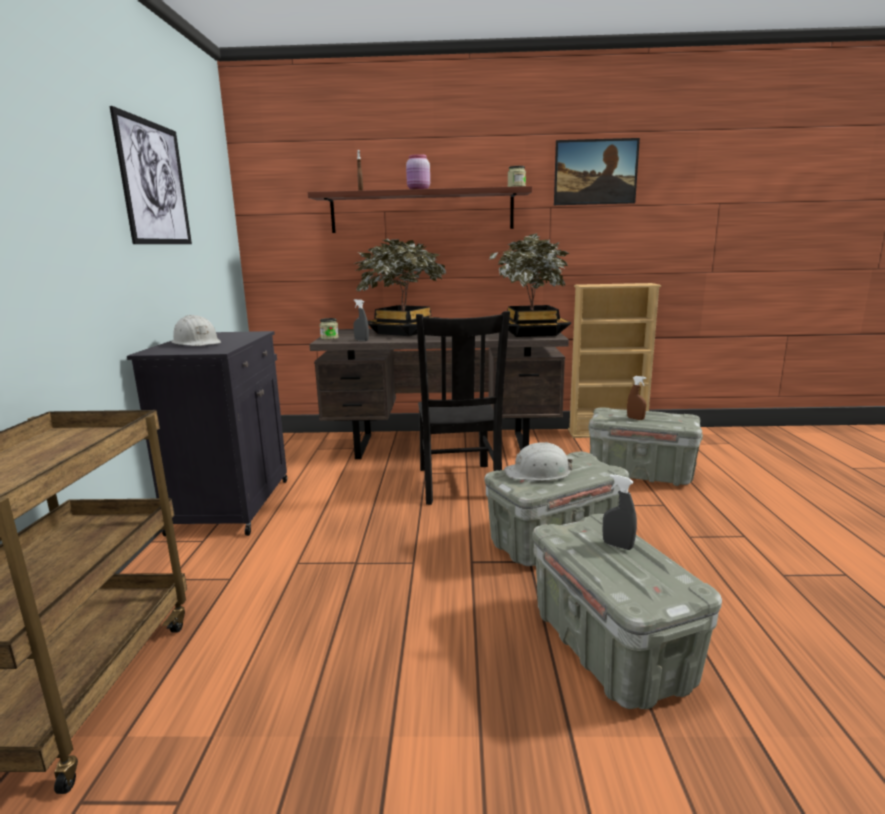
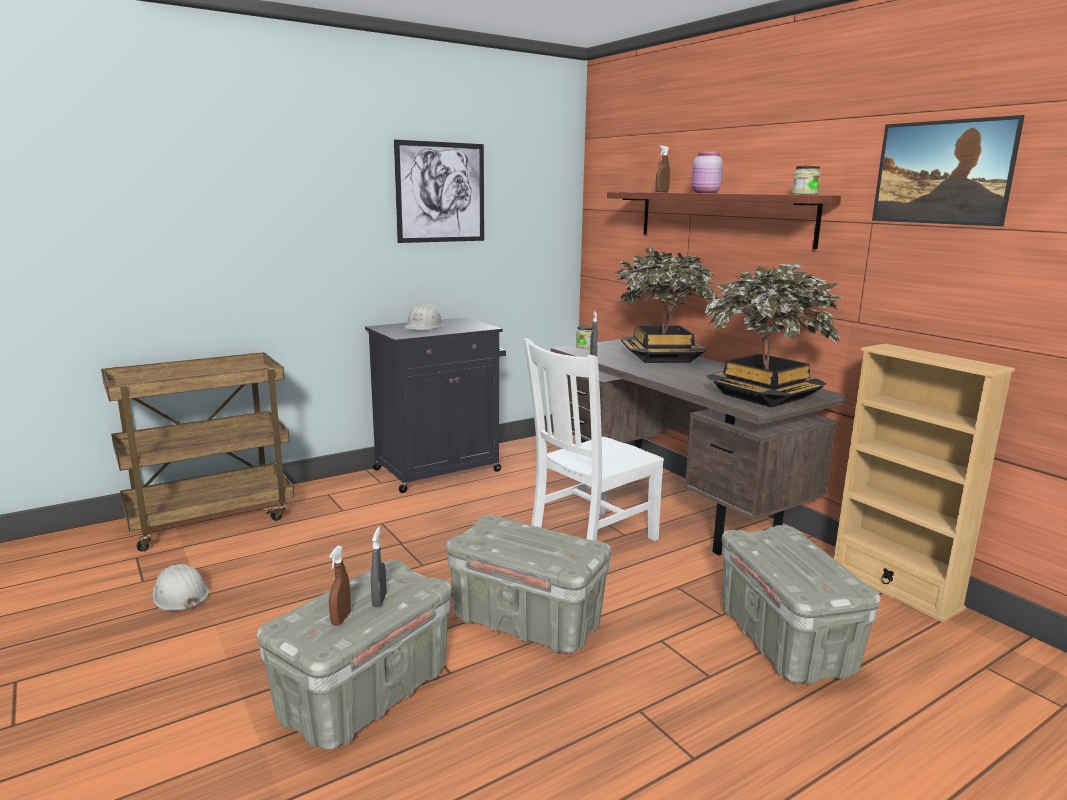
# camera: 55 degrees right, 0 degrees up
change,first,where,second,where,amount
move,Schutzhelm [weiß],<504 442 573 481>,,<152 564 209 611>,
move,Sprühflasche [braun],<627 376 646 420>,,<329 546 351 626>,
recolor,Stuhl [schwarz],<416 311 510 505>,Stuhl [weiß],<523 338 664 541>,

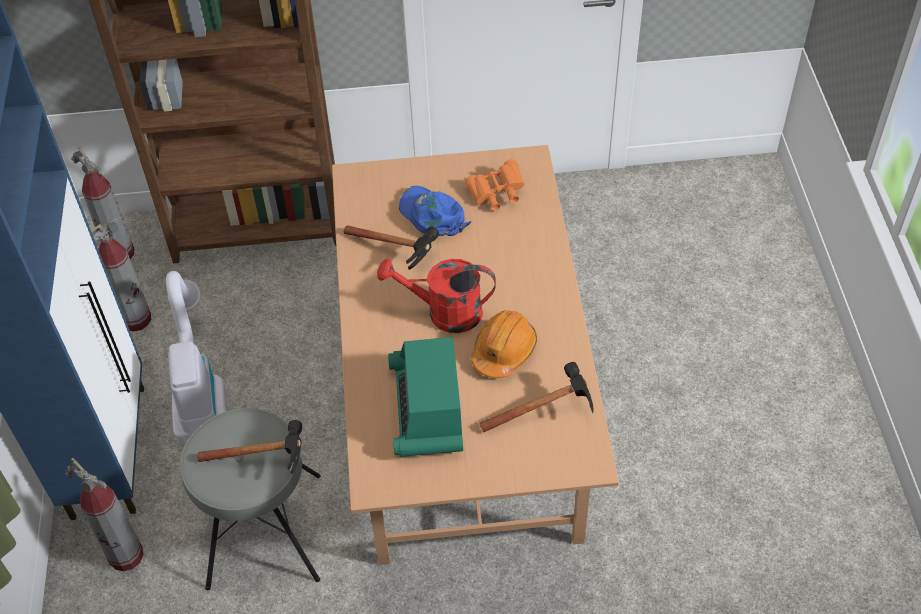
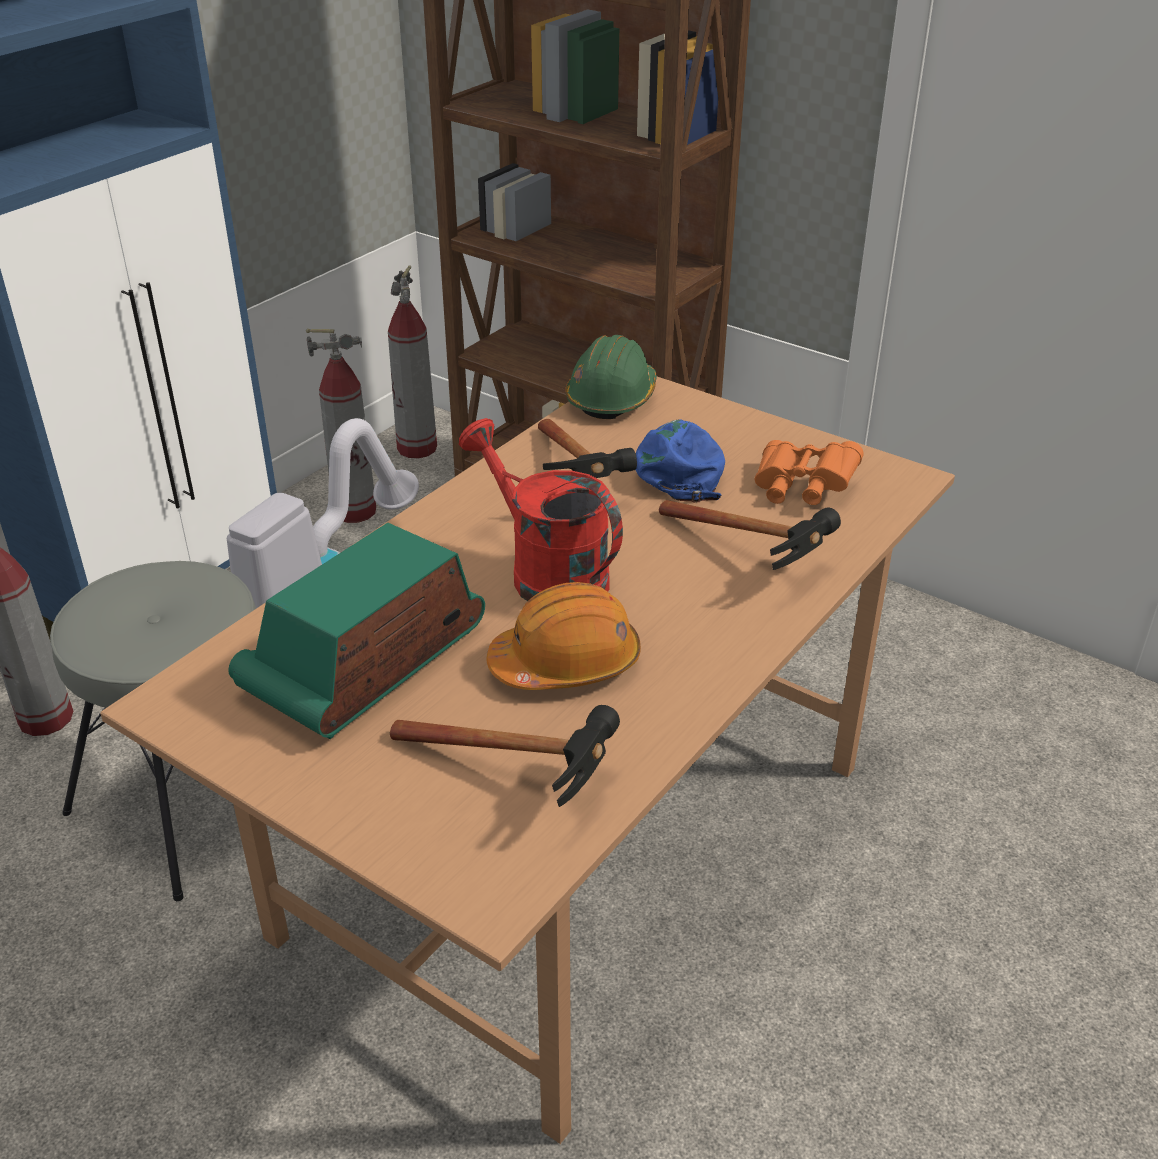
# camera: 40 degrees right, 15 degrees down
change,first,where,second,where,amount
insert,,,Schutzhelm [grün],<565 335 657 419>,
move,Hammer,<197 420 302 474>,,<659 500 841 570>,

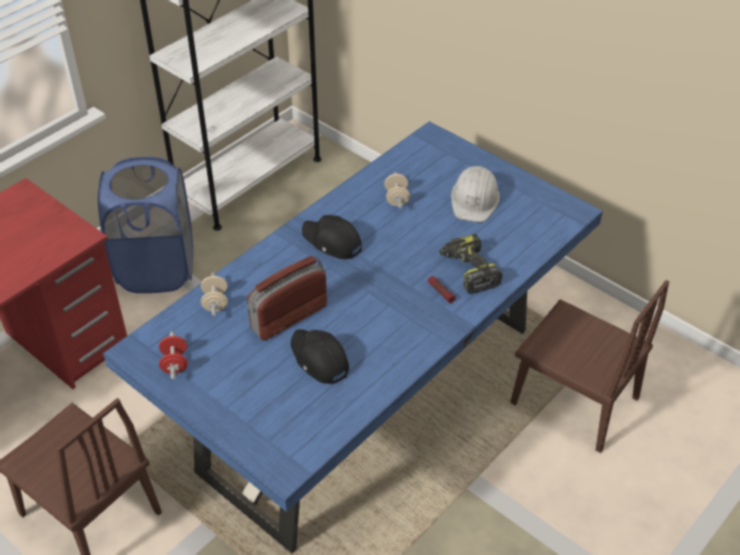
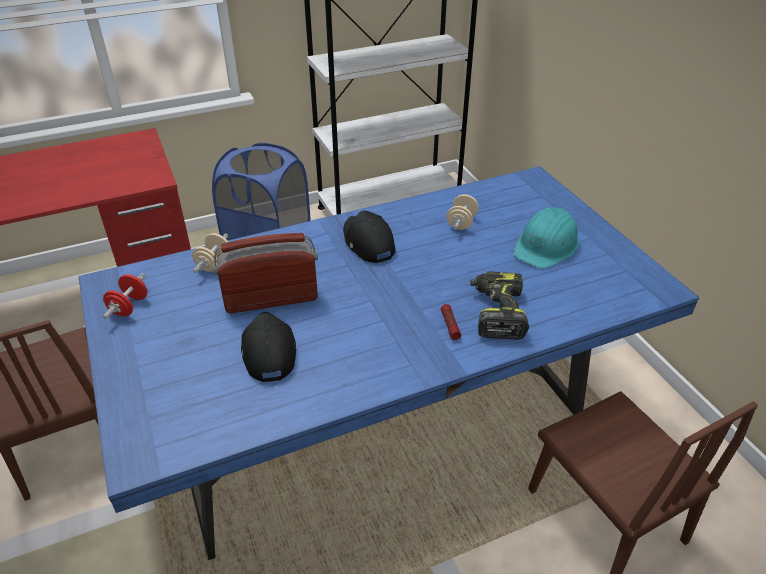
# camera: 25 degrees right, 5 degrees down
change,first,where,second,where,amount
recolor,Schutzhelm [weiß],<451 166 500 222>,Schutzhelm [türkis],<514 207 579 268>,

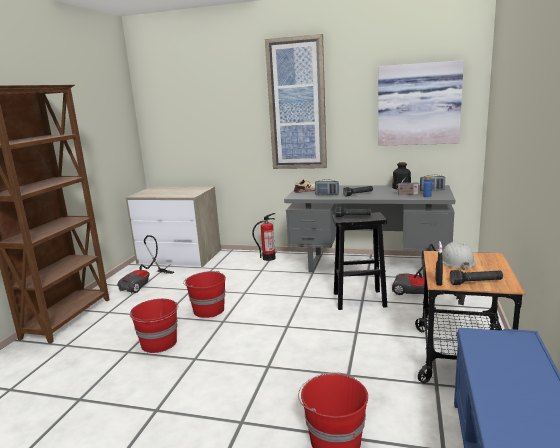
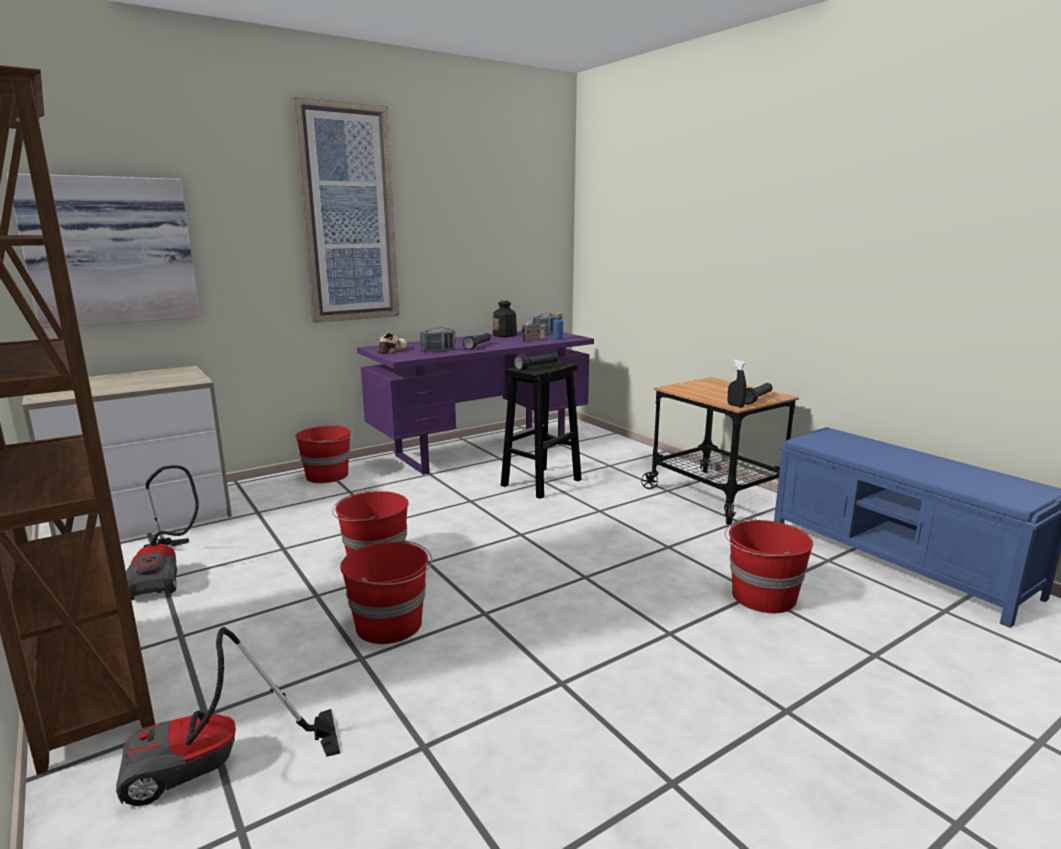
# camera: 50 degrees left, 0 degrees up
change,first,where,second,where,amount
delete,Schutzhelm [weiß],<442 242 476 270>,,,
move,Bild,<378 60 464 146>,,<7 173 200 328>,
move,Staubsauger,<392 244 466 305>,,<116 627 340 806>,
replace,Feuerlöscher,<252 213 276 261>,Eimer [rot],<295 424 354 483>,
recolor,Schreibtisch [grau],<284 185 455 277>,Schreibtisch [lila],<357 331 594 475>,

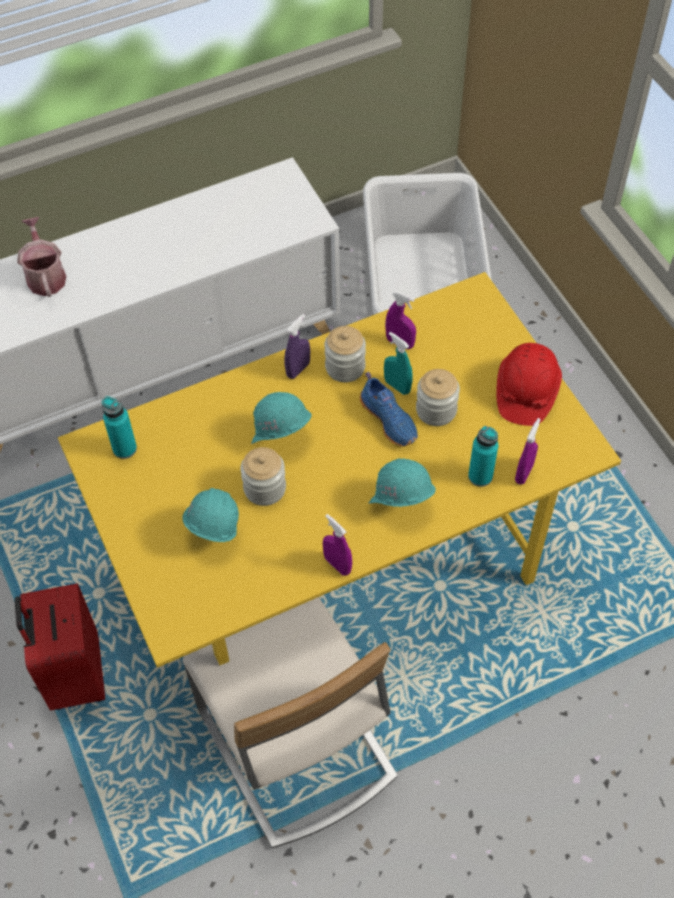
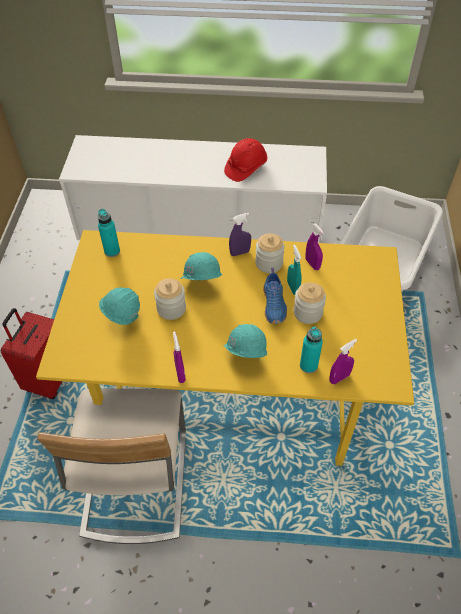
# camera: 30 degrees right, 5 degrees down
change,first,where,second,where,amount
delete,Gießkanne,<17 217 66 297>,,,
move,Schutzhelm [rot],<496 343 562 426>,,<224 138 267 182>,

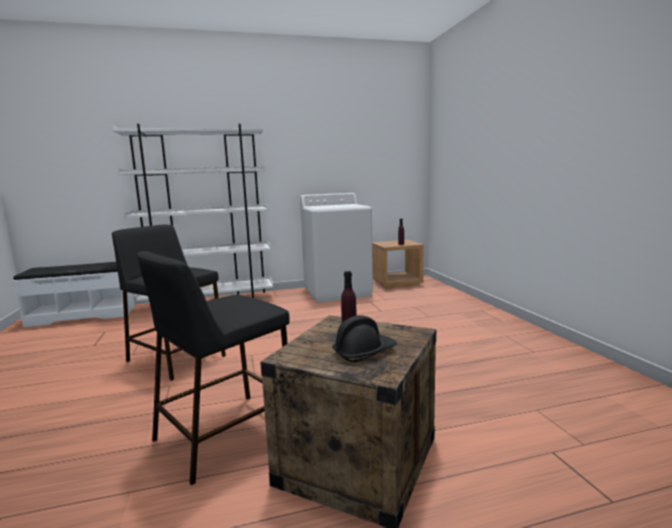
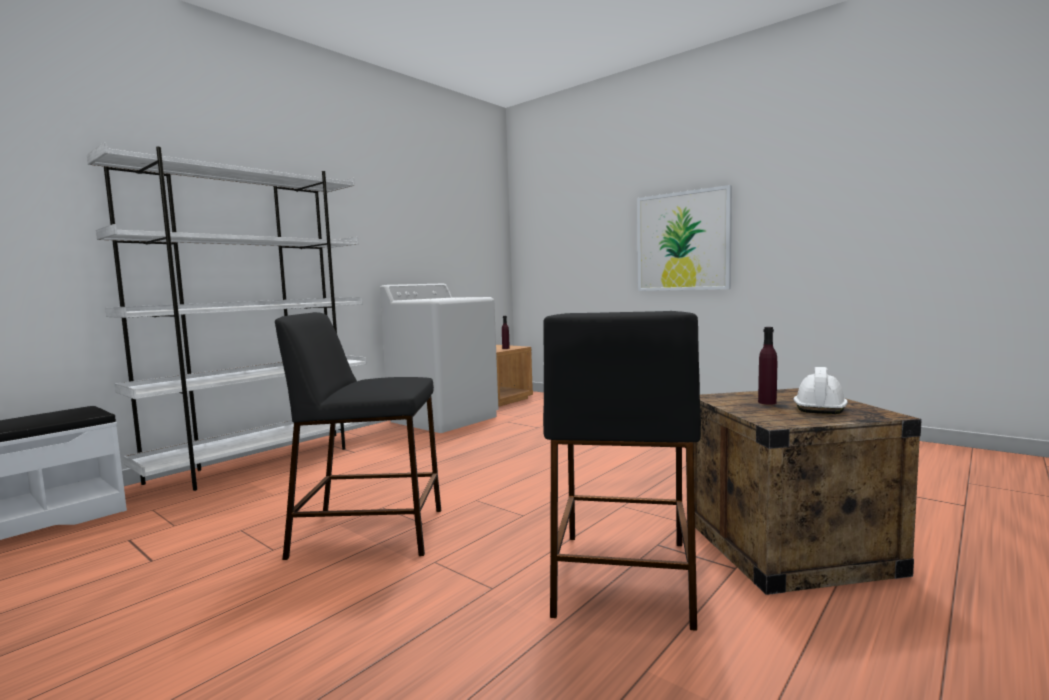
# camera: 35 degrees left, 5 degrees down
change,first,where,second,where,amount
insert,,,Bild,<637 185 732 291>,
recolor,Schutzhelm [schwarz],<332 315 397 363>,Schutzhelm [weiß],<794 367 848 414>,

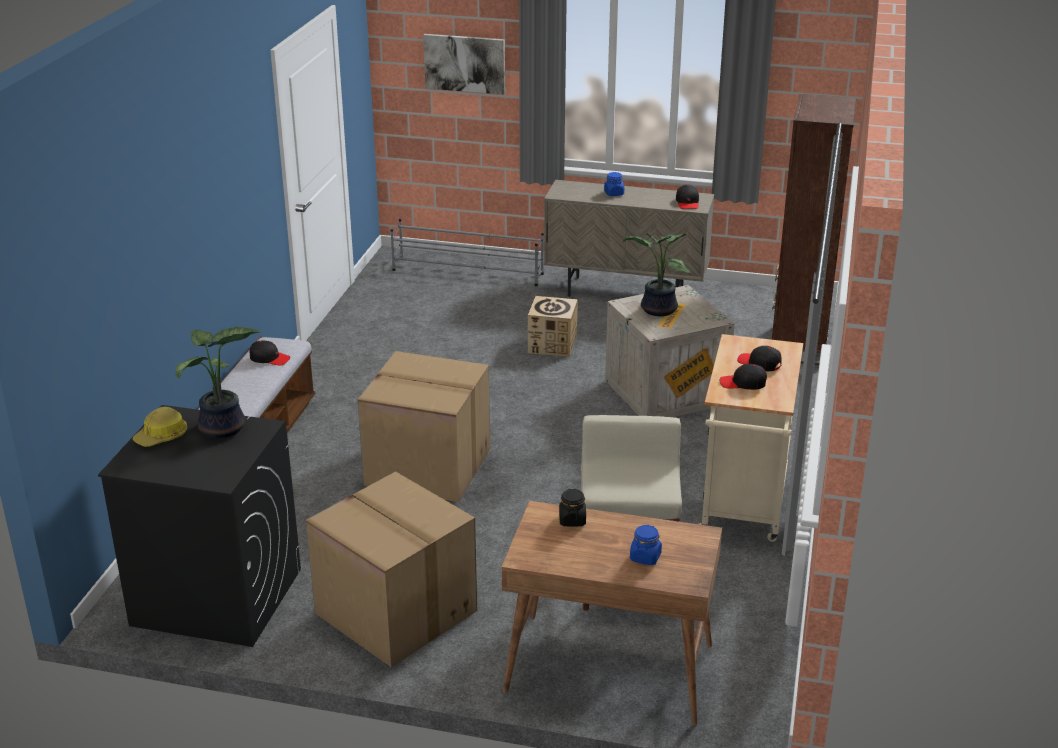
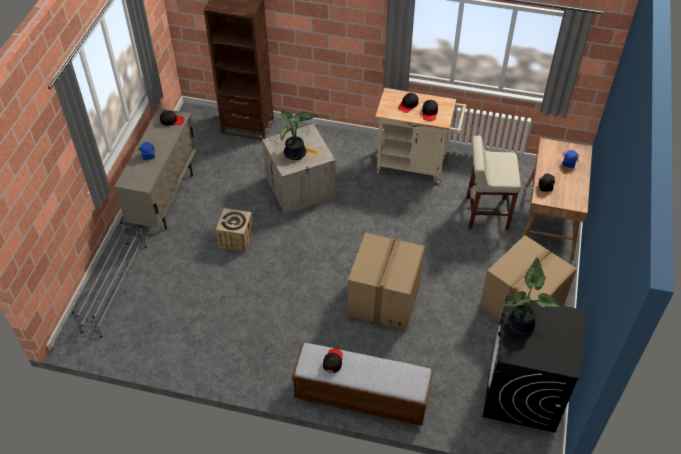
# camera: 90 degrees left, 20 degrees up
change,first,where,second,where,amount
delete,Schutzhelm,<133 407 187 447>,,,
delete,Bild,<423 34 505 95>,,,

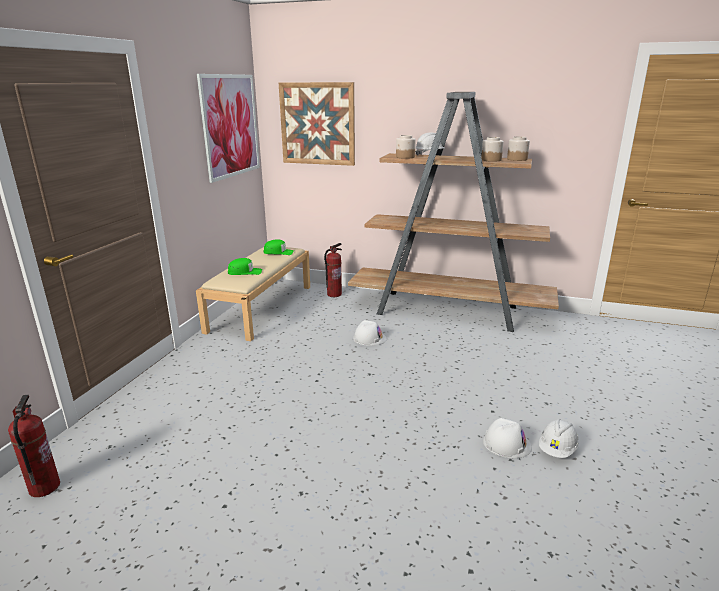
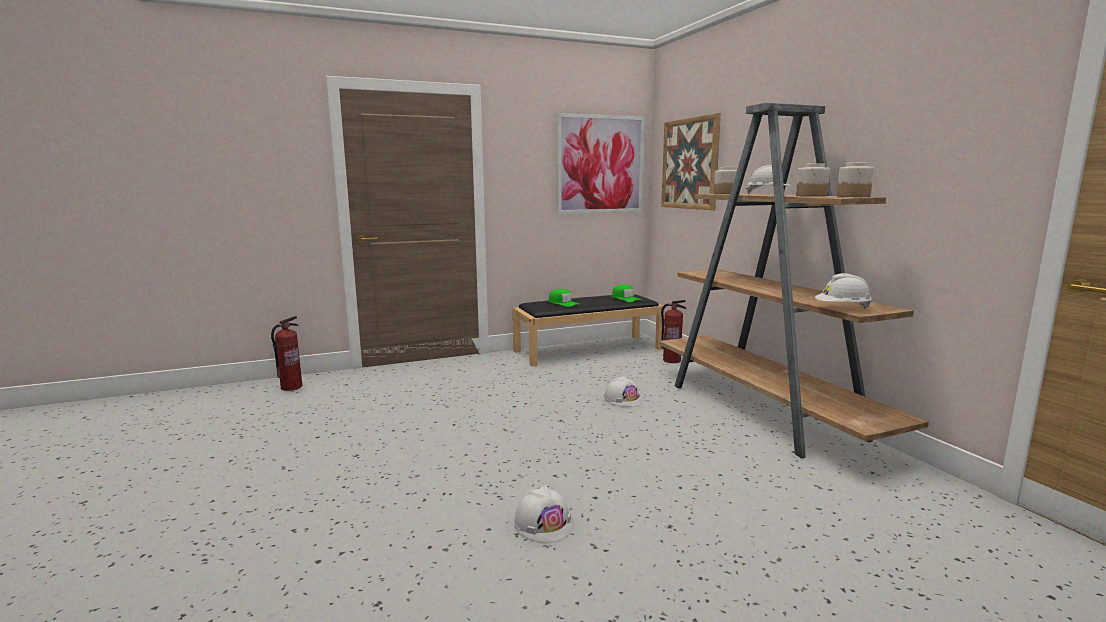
# camera: 50 degrees right, 10 degrees down
change,first,where,second,where,amount
move,Schutzhelm [weiß],<539 419 579 458>,,<815 273 872 308>,
recolor,Bank [beige],<196 247 310 341>,Bank [schwarz],<513 294 665 367>,

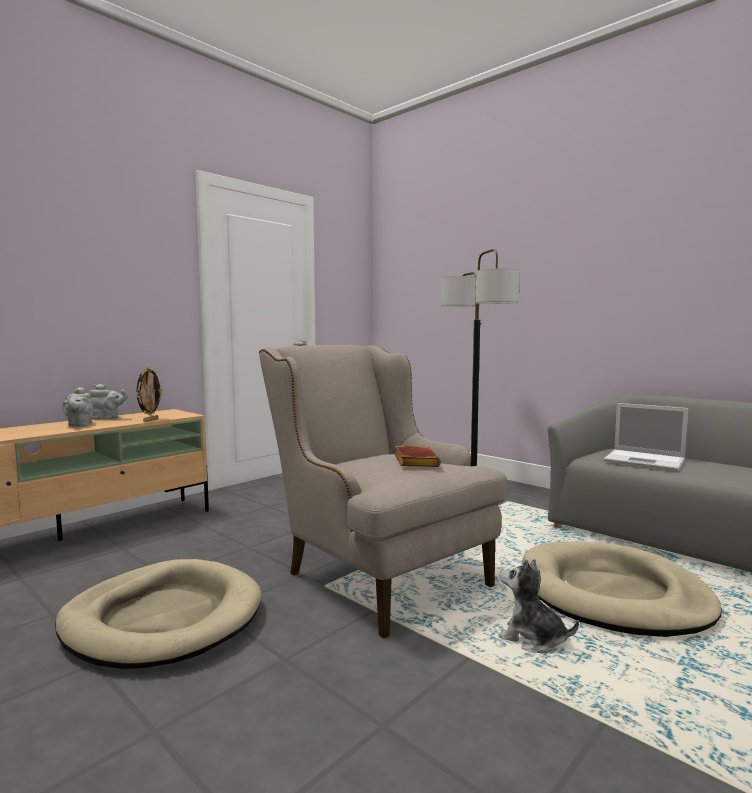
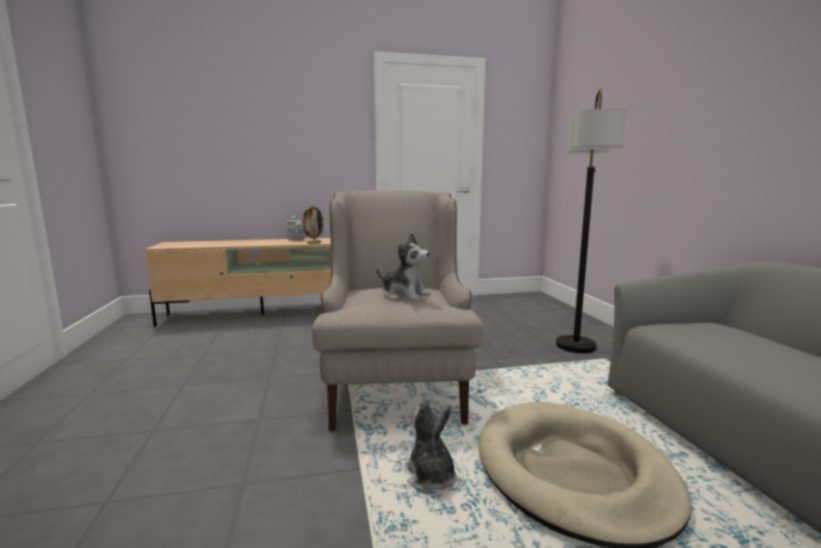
# camera: 35 degrees right, 5 degrees up
change,first,where,second,where,amount
delete,Hundebett [beige],<55 559 262 669>,,,
delete,Teekanne [grau],<62 387 93 427>,,,
delete,Laptop,<604 403 688 471>,,,
replace,Buch [braun],<394 446 441 467>,Plüschtier,<377 233 431 302>,

